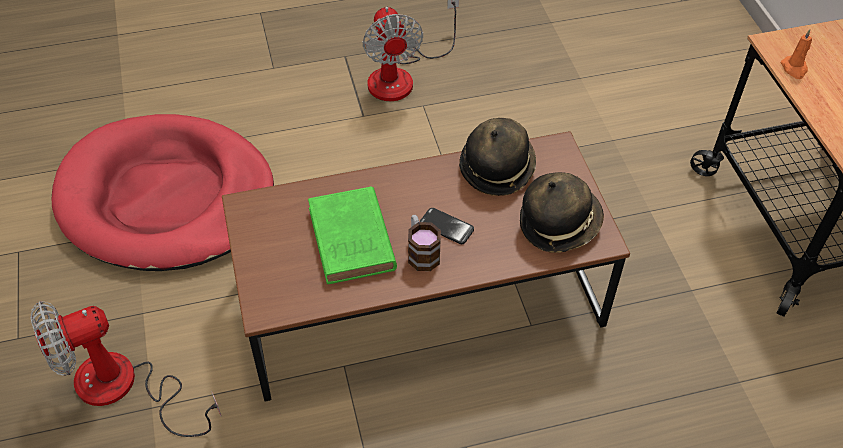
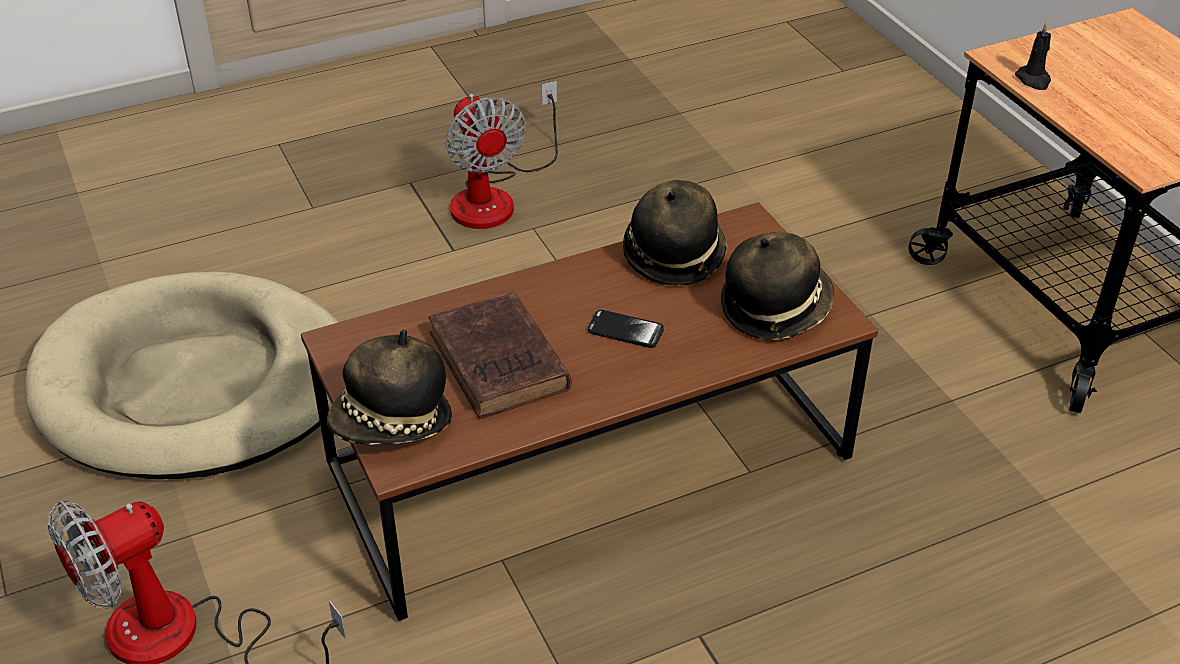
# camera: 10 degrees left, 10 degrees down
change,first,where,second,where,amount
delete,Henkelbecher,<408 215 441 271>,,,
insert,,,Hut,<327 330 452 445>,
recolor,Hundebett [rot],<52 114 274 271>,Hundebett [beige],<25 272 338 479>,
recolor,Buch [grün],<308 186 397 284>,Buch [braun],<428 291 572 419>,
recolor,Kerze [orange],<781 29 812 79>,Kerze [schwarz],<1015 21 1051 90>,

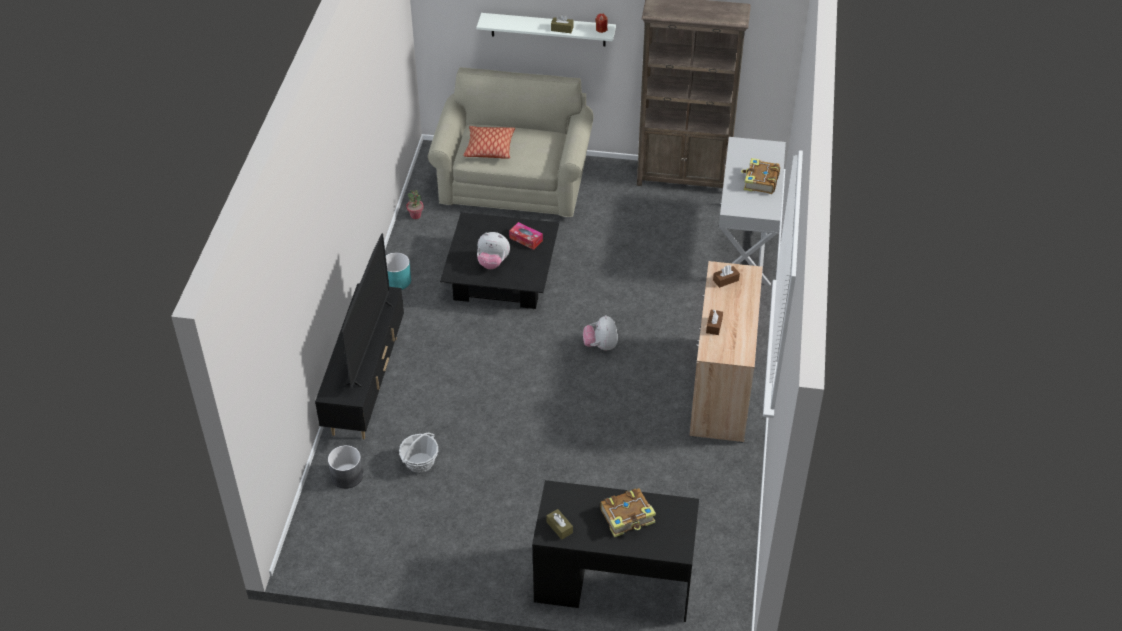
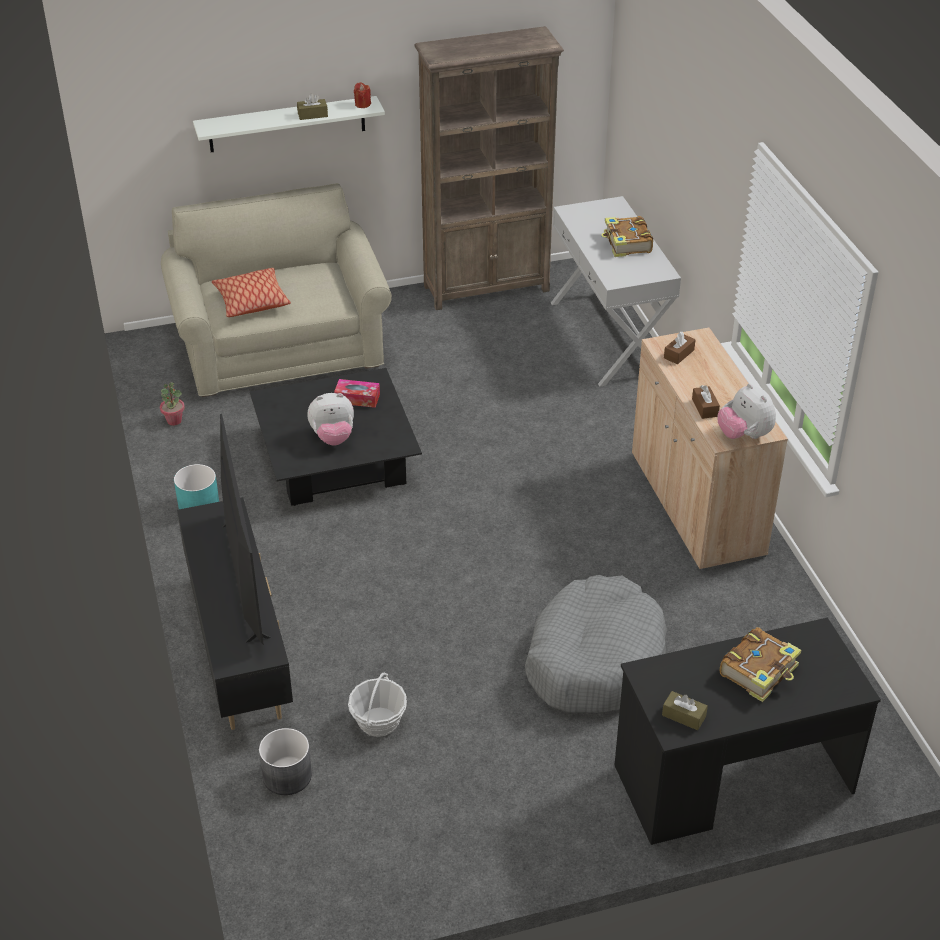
# camera: 25 degrees left, 5 degrees down
change,first,where,second,where,amount
insert,,,Hundebett [grau],<525 575 667 713>,
move,Plüschtier,<583 315 618 351>,,<717 383 776 439>,

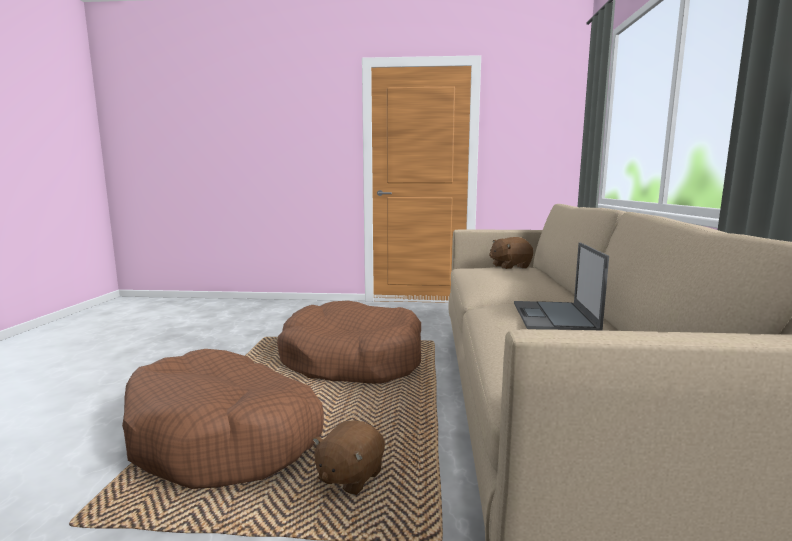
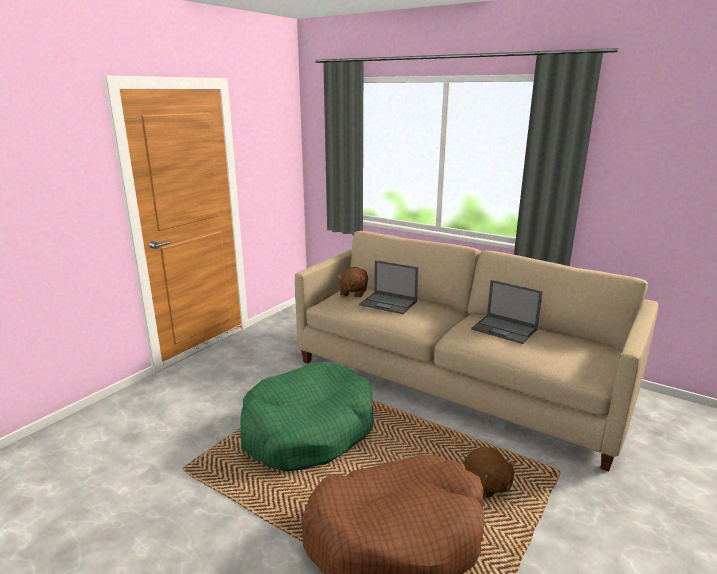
# camera: 60 degrees left, 10 degrees up
change,first,where,second,where,amount
insert,,,Laptop,<359 260 418 314>,
recolor,Hundebett [braun],<277 301 421 384>,Hundebett [grün],<240 362 373 471>,

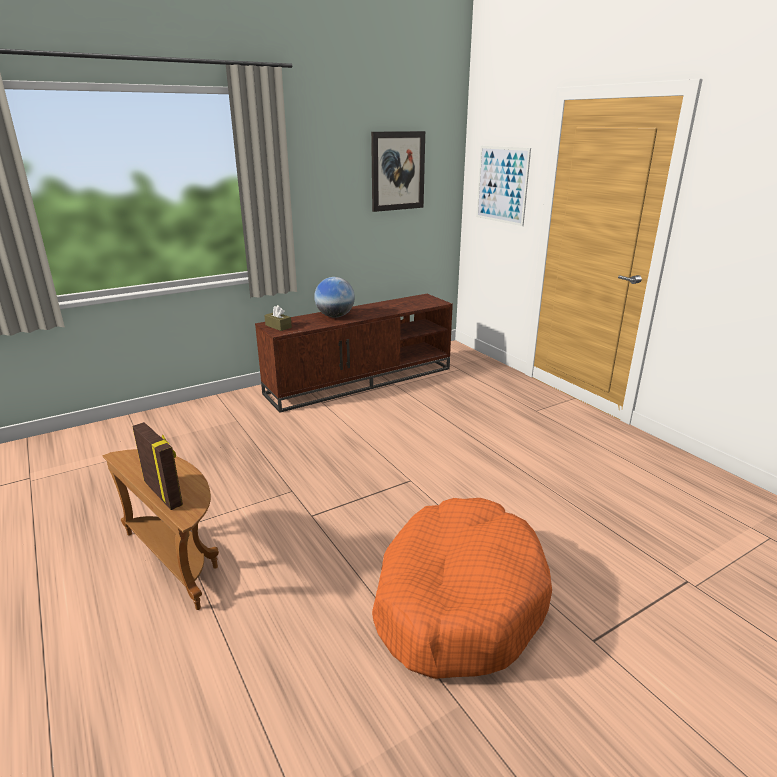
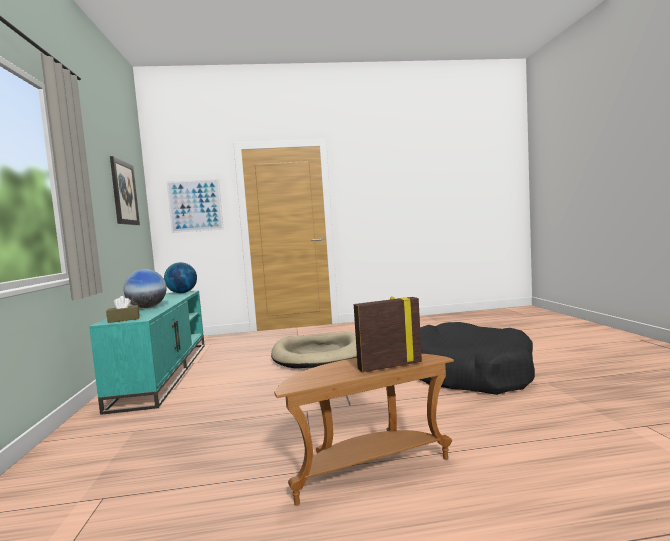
# camera: 65 degrees left, 20 degrees down
change,first,where,second,where,amount
insert,,,Globus,<164 262 197 293>,
insert,,,Hundebett [beige],<271 332 357 369>,
recolor,Fernsehschrank [braun],<255 294 453 412>,Fernsehschrank [türkis],<89 290 205 415>,
recolor,Hundebett [orange],<372 498 552 679>,Hundebett [schwarz],<420 322 535 395>,

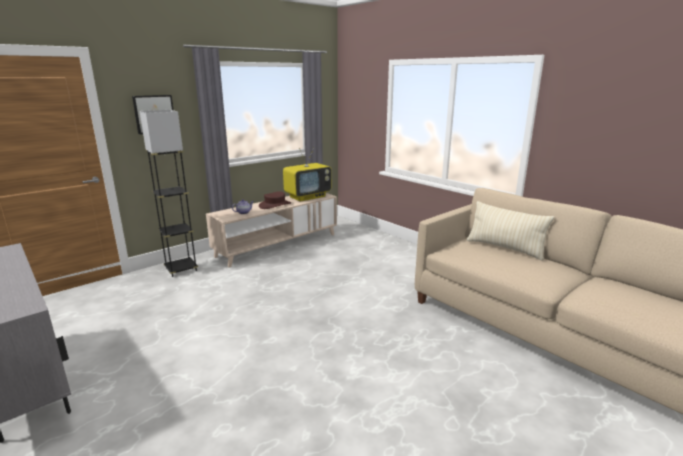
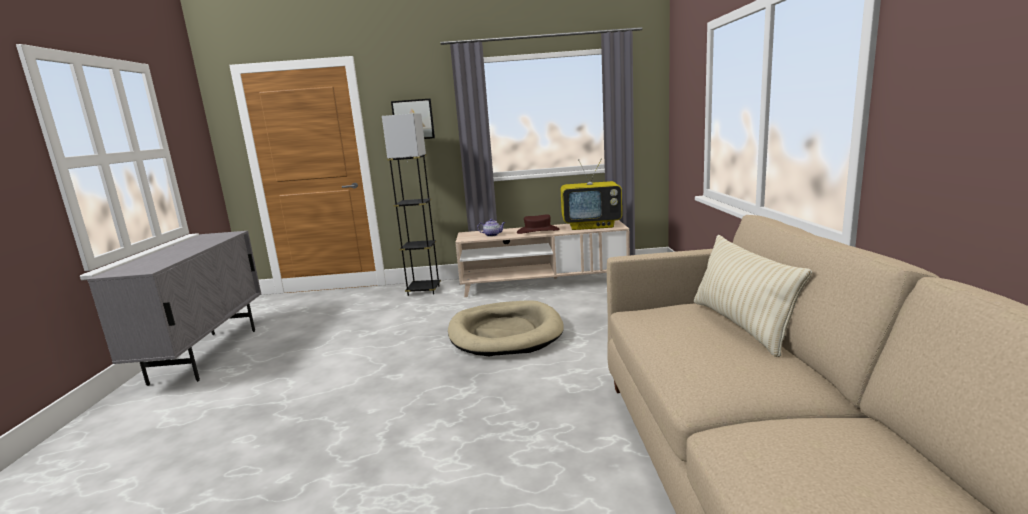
# camera: 40 degrees right, 5 degrees down
change,first,where,second,where,amount
insert,,,Hundebett [beige],<448 300 564 357>,

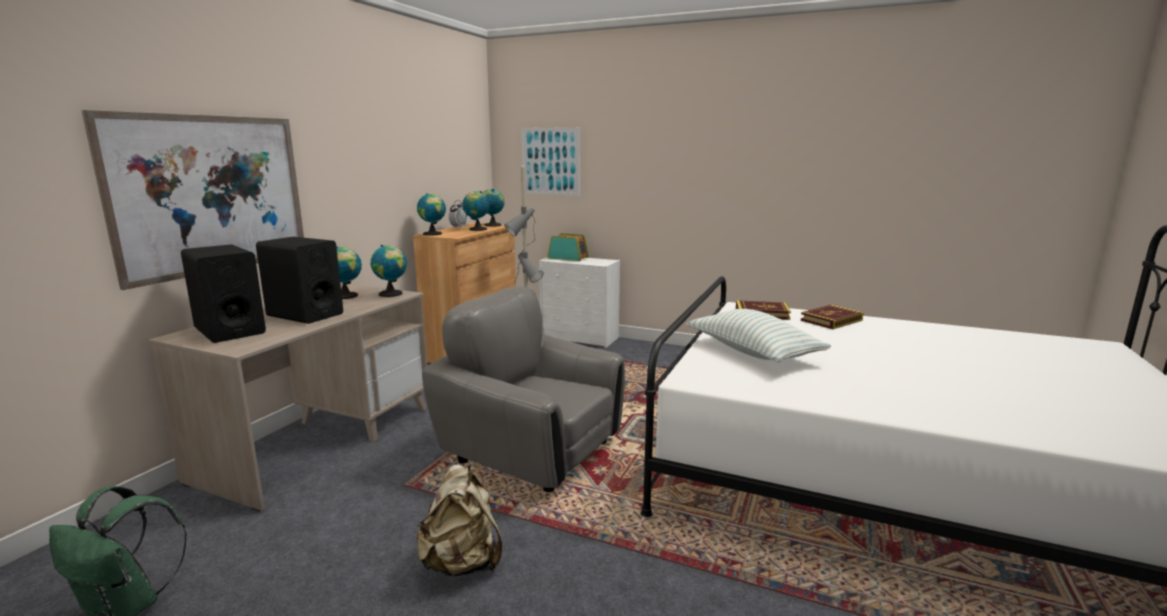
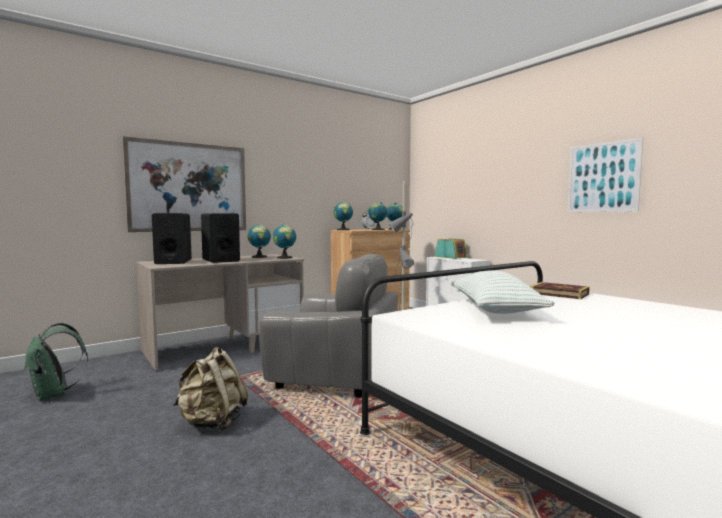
# camera: 30 degrees right, 10 degrees down
change,first,where,second,where,amount
delete,Buch,<801 305 864 329>,,,
move,Bild,<521 127 580 196>,,<567 137 643 212>,
rotate,Sessel [grau],<422 286 625 492>,,<259 254 398 398>,135 degrees clockwise

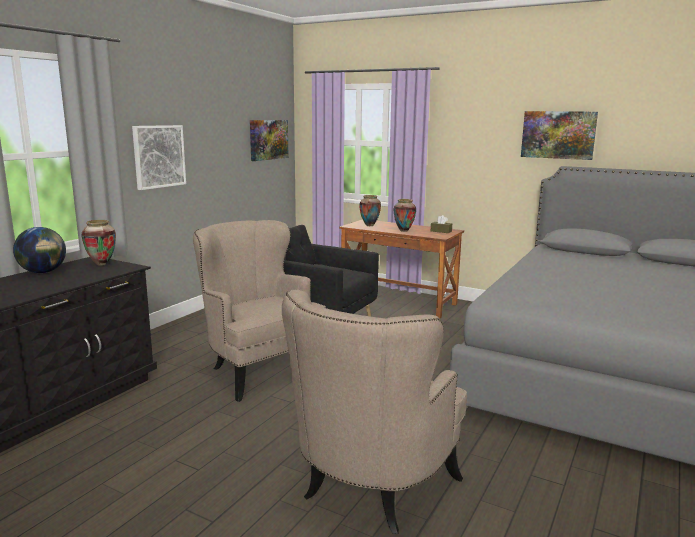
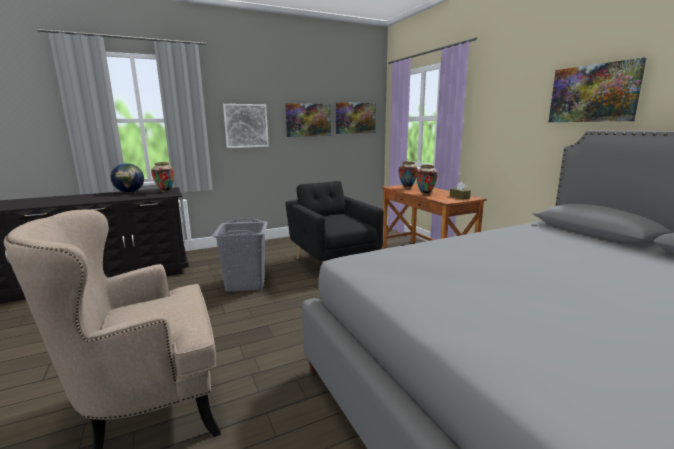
# camera: 35 degrees right, 0 degrees up
change,first,where,second,where,amount
insert,,,Bild,<285 103 331 137>,
replace,Sessel [beige],<193 220 326 402>,Wäschekorb [grau],<212 218 268 292>,

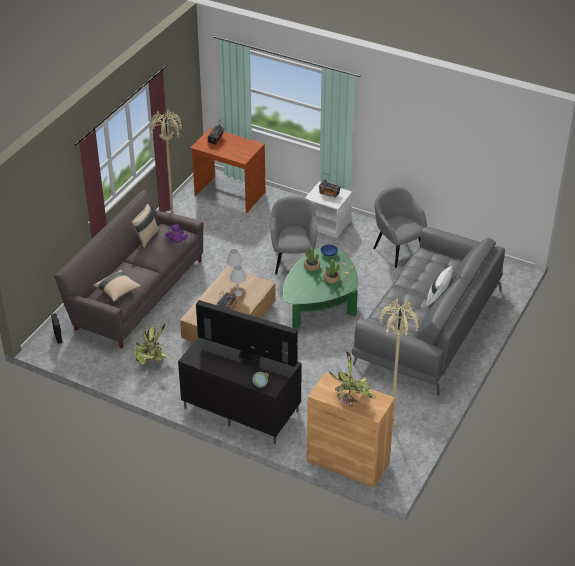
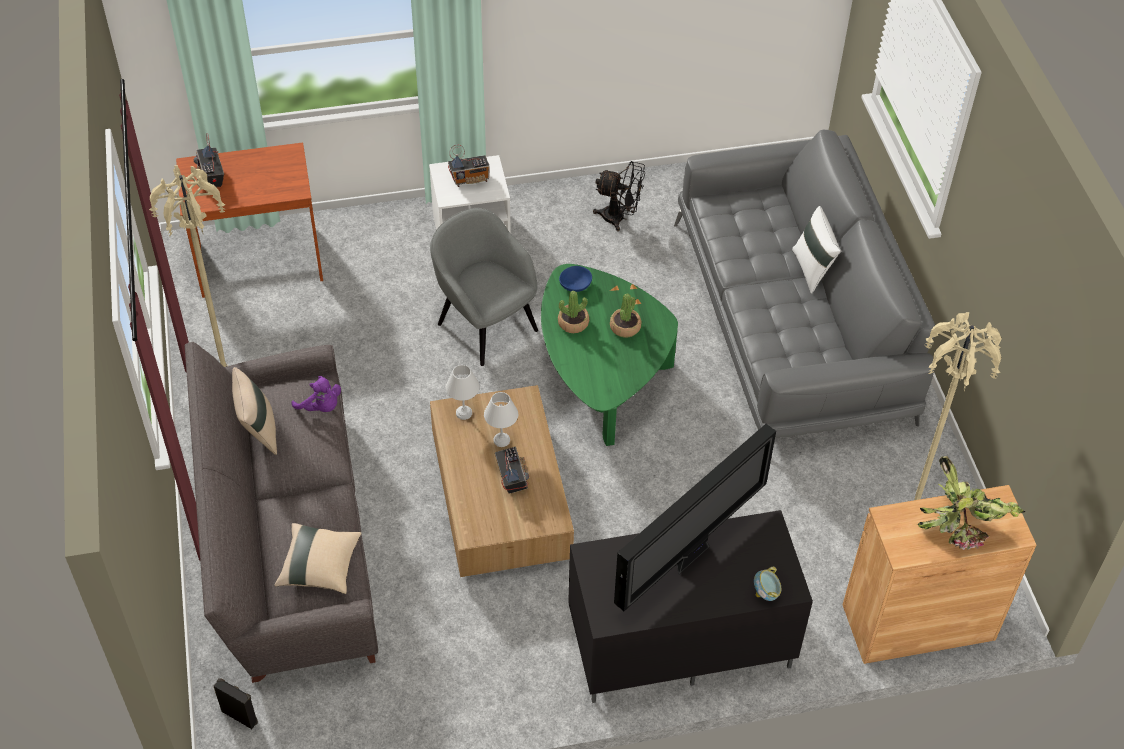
# camera: 40 degrees left, 10 degrees up
change,first,where,second,where,amount
delete,Topfpflanze,<134 323 173 364>,,,
replace,Sessel [grau],<373 187 427 268>,Ventilator [schwarz],<593 161 645 231>,
rotate,Fernseher,<196 300 298 367>,,<614 424 776 611>,150 degrees clockwise

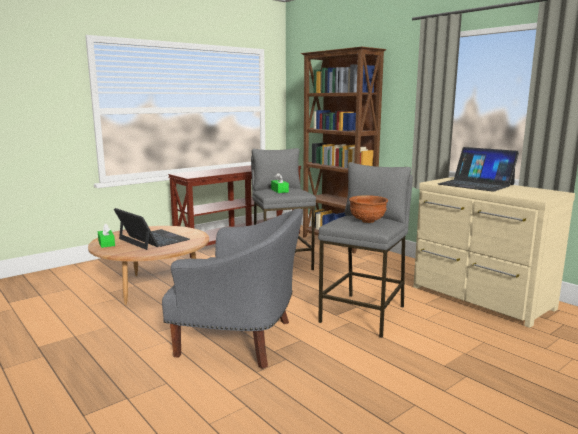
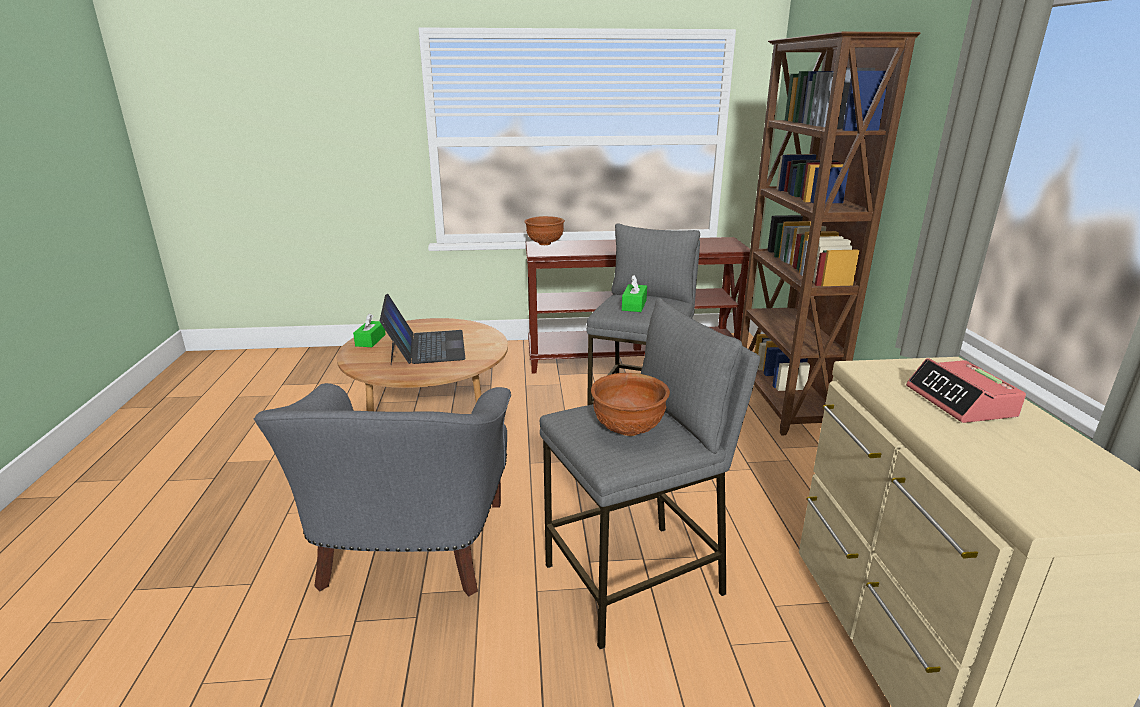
# camera: 35 degrees right, 10 degrees up
change,first,where,second,where,amount
insert,,,Schüssel [braun],<524 216 565 245>,
replace,Laptop,<438 147 519 192>,Wecker,<906 358 1026 423>,
rotate,Sessel [grau],<162 209 303 369>,,<254 383 511 597>,45 degrees clockwise

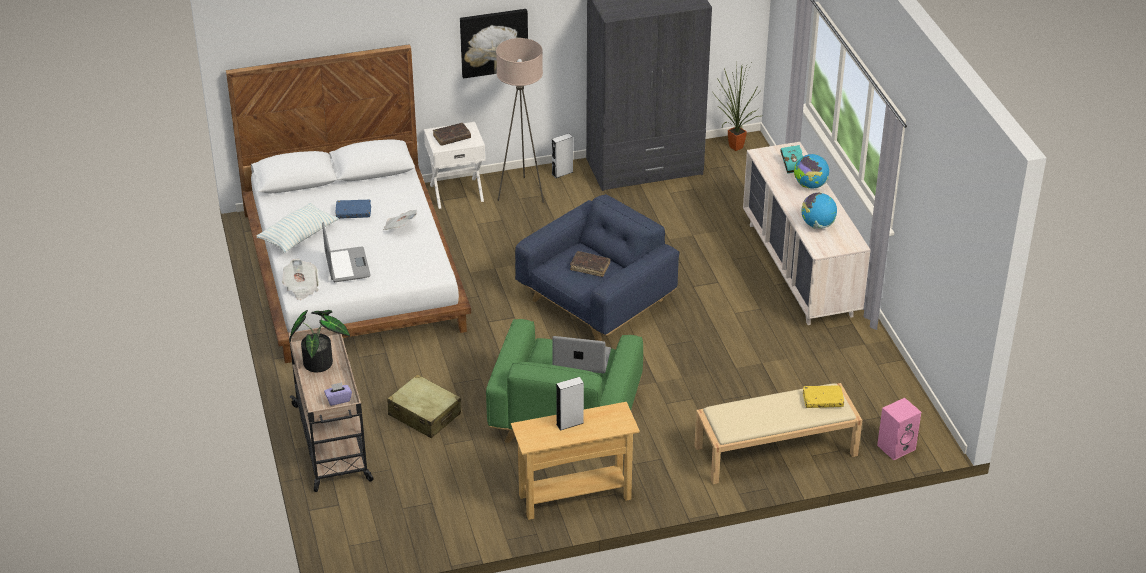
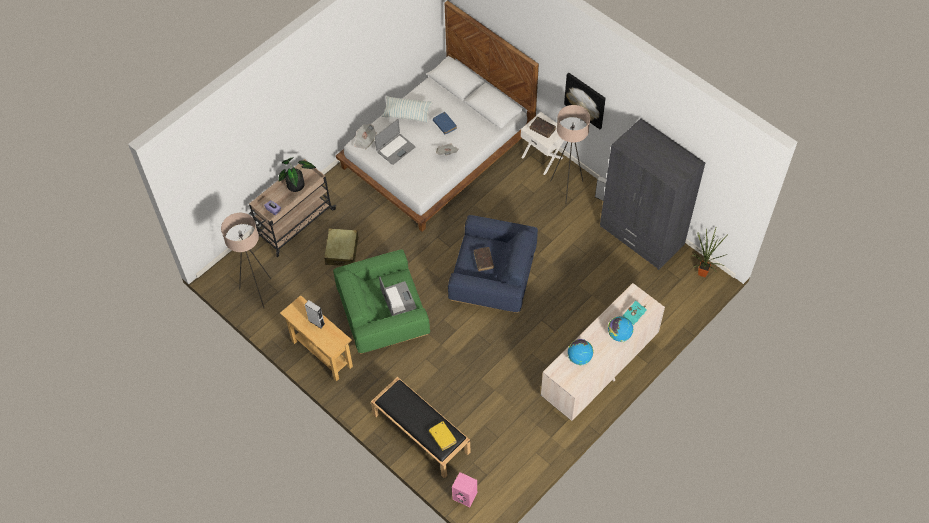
# camera: 60 degrees right, 20 degrees up
change,first,where,second,where,amount
insert,,,Stehlampe [beige],<221 213 271 308>,
recolor,Bank [beige],<694 383 862 484>,Bank [schwarz],<371 377 470 478>,

